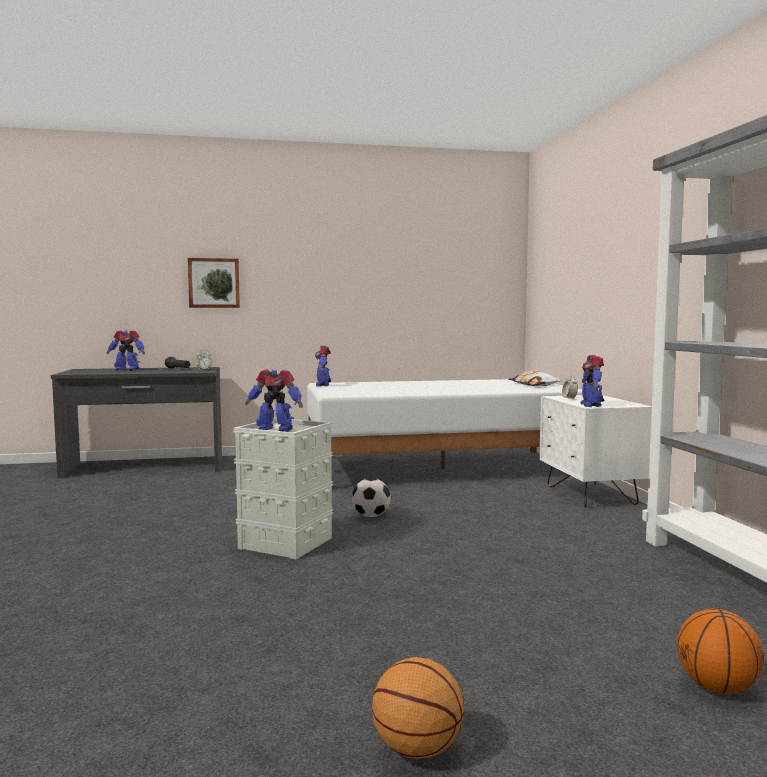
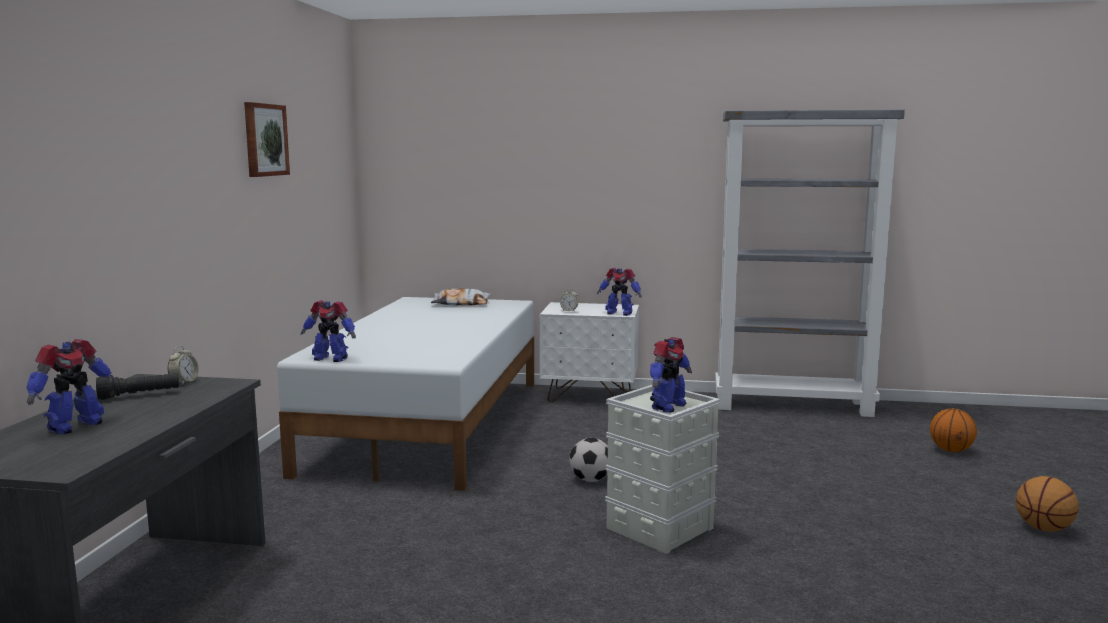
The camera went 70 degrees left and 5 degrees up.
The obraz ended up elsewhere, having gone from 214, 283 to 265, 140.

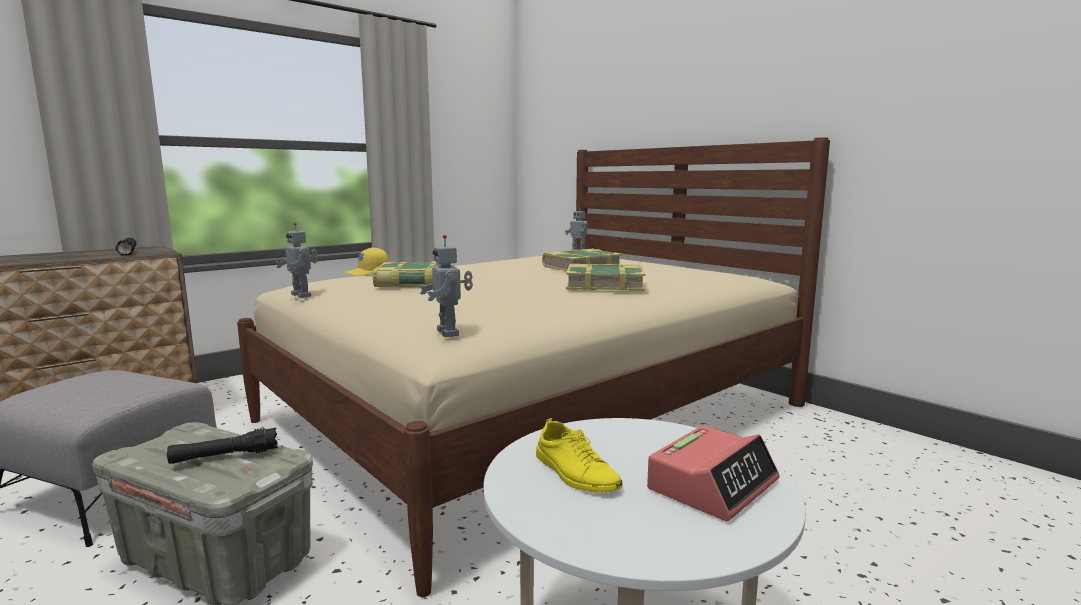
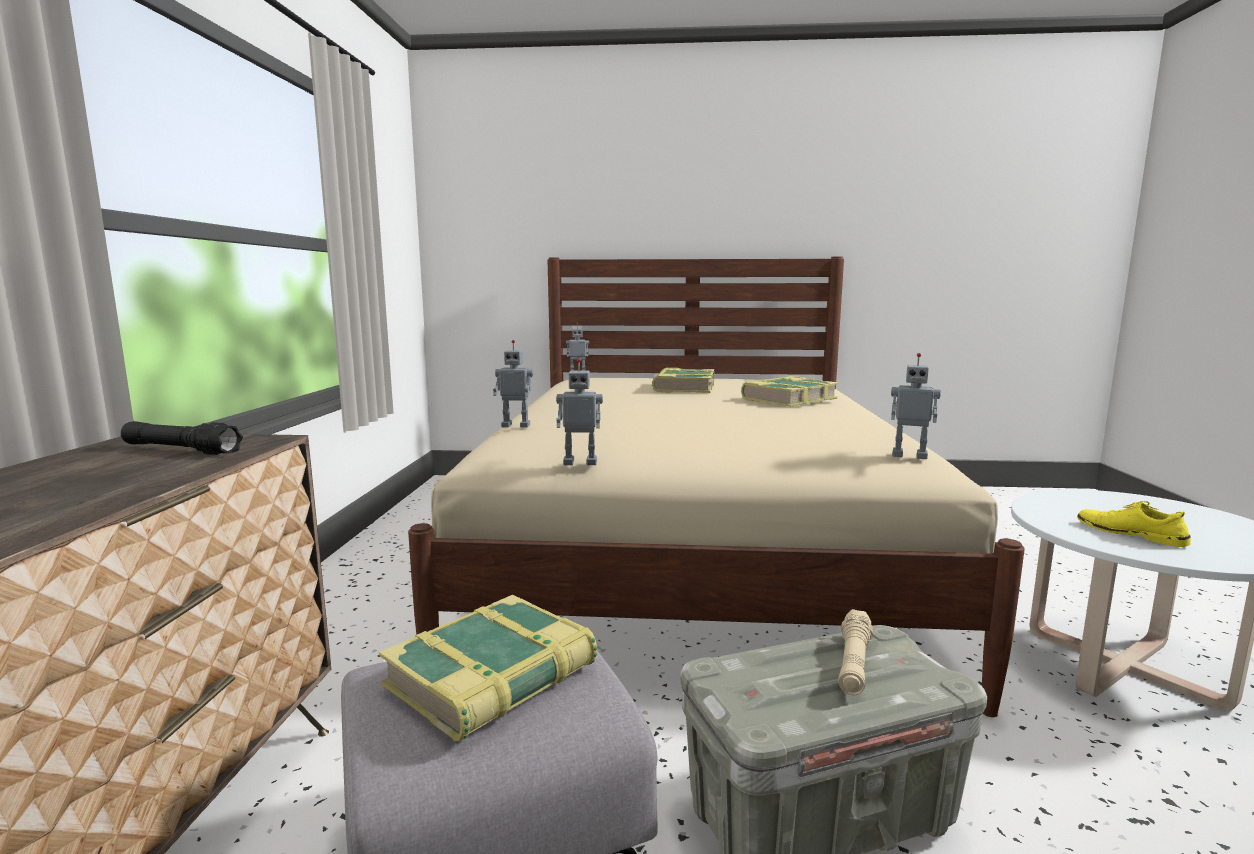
The camera went 45 degrees left and 0 degrees up.
Where the czapka z daszkiem (żółty) stood at 368, 272, the robot zabawkowy came to stand at 516, 425.
The książka ended up elsewhere, having gone from 416, 282 to 493, 677.
The but (żółty) at 575, 473 ended up facing another way, 135 degrees counterclockwise from before.
The second view lost the budzik at 713, 485.
What was the latarka (czarny) at 225, 456 turned into the latarka (beżowy) at 853, 663.

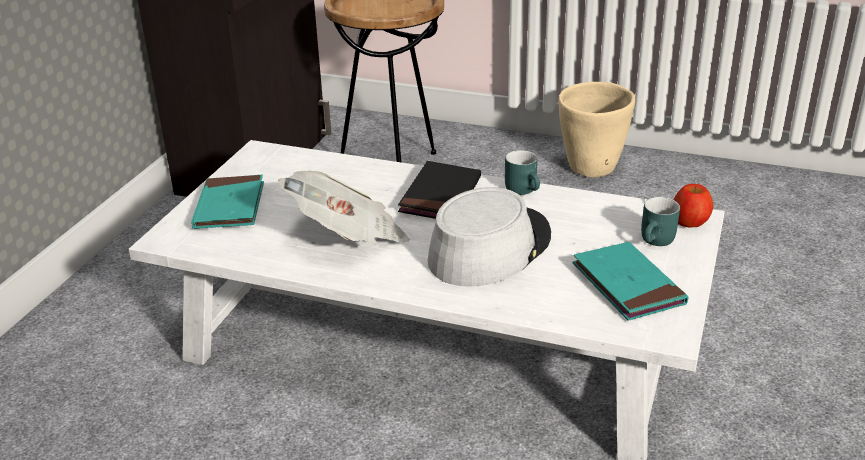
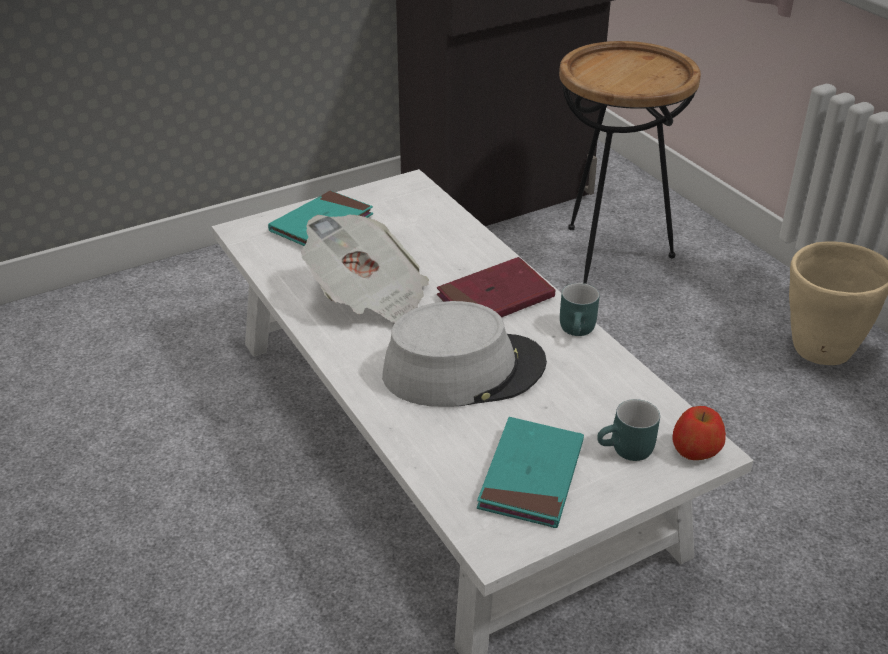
The camera went 40 degrees right and 5 degrees up.
What was the książka (czarny) at 440, 196 turned into the książka (czerwony) at 495, 298.

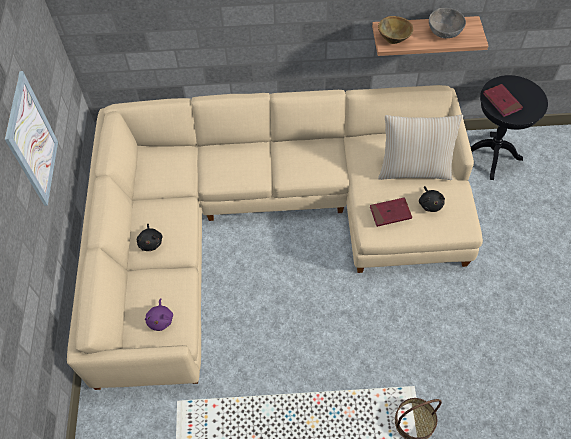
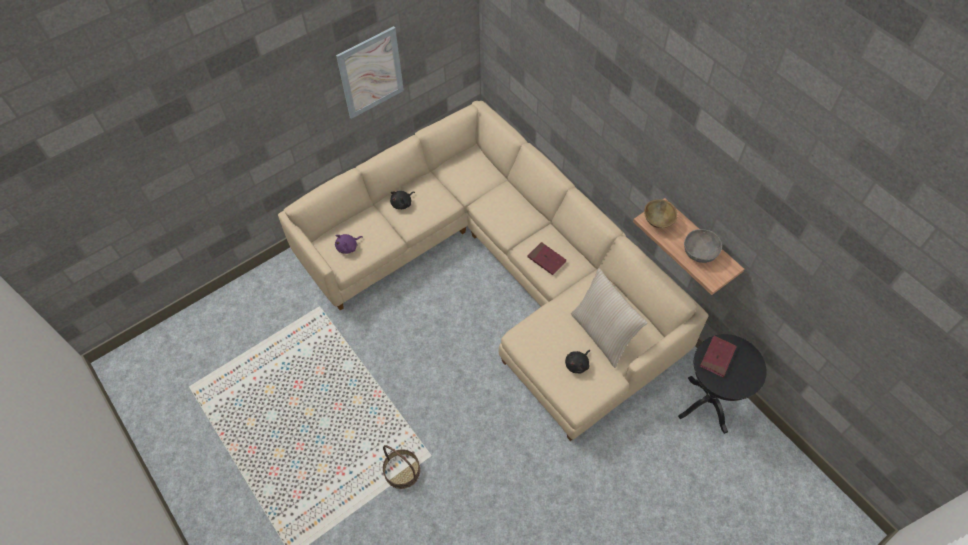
The camera went 55 degrees right and 0 degrees up.
The książka (czerwony) ended up elsewhere, having gone from 390, 213 to 546, 259.

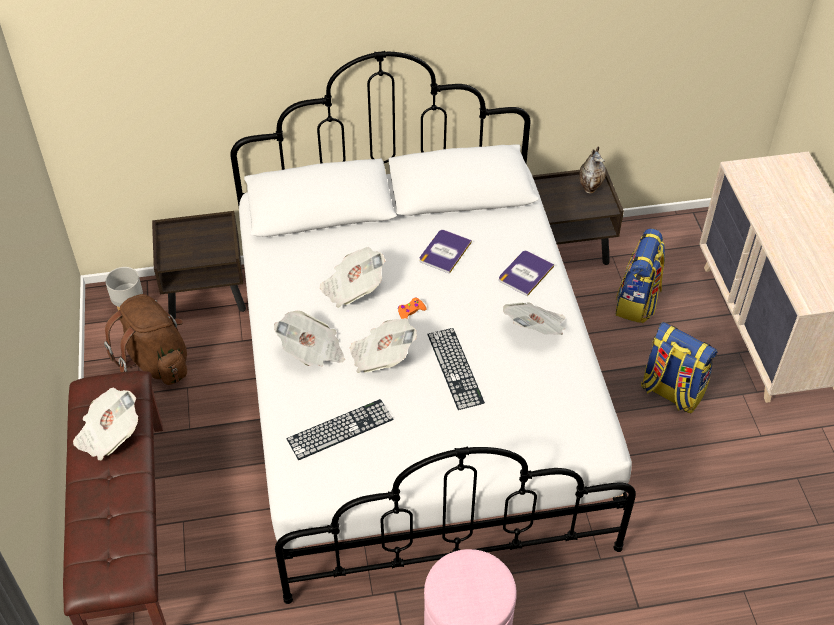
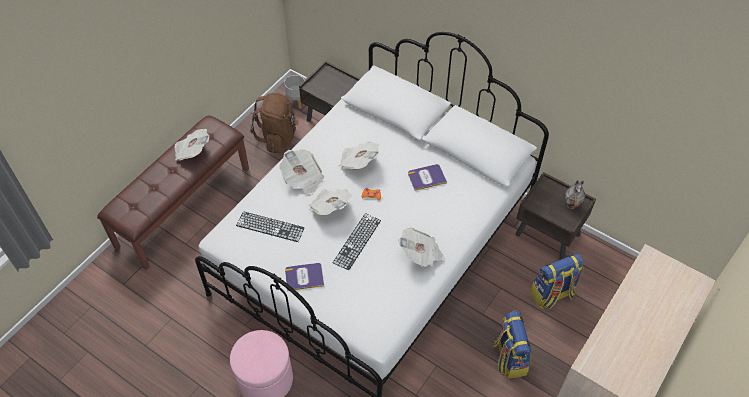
The camera went 45 degrees right and 5 degrees up.
The książka ended up elsewhere, having gone from 525, 273 to 304, 277.

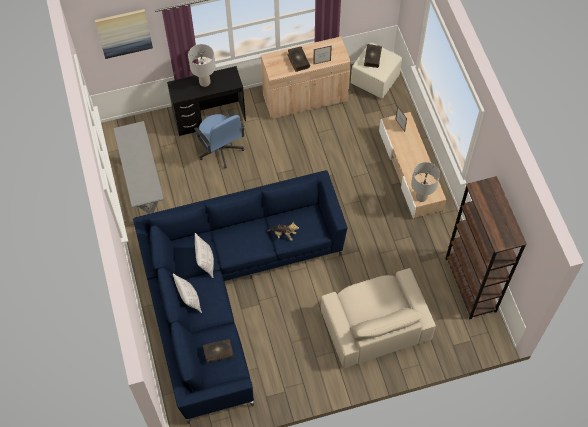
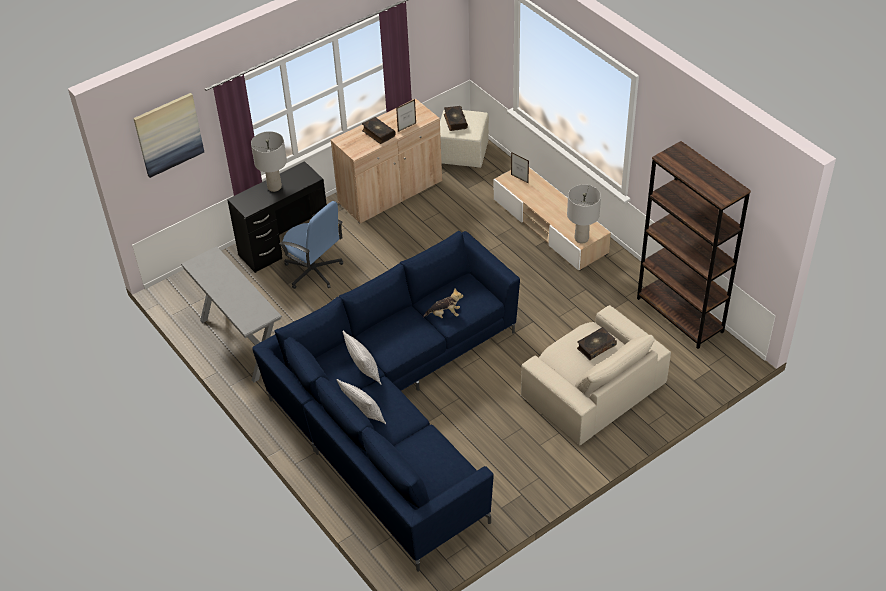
The camera went 20 degrees left and 15 degrees down.
The książka ended up elsewhere, having gone from 218, 352 to 595, 347.

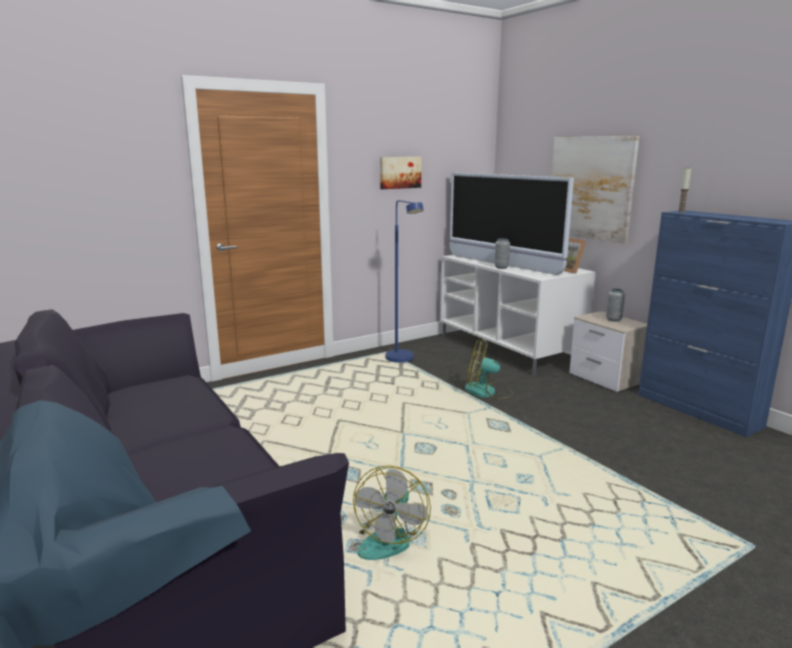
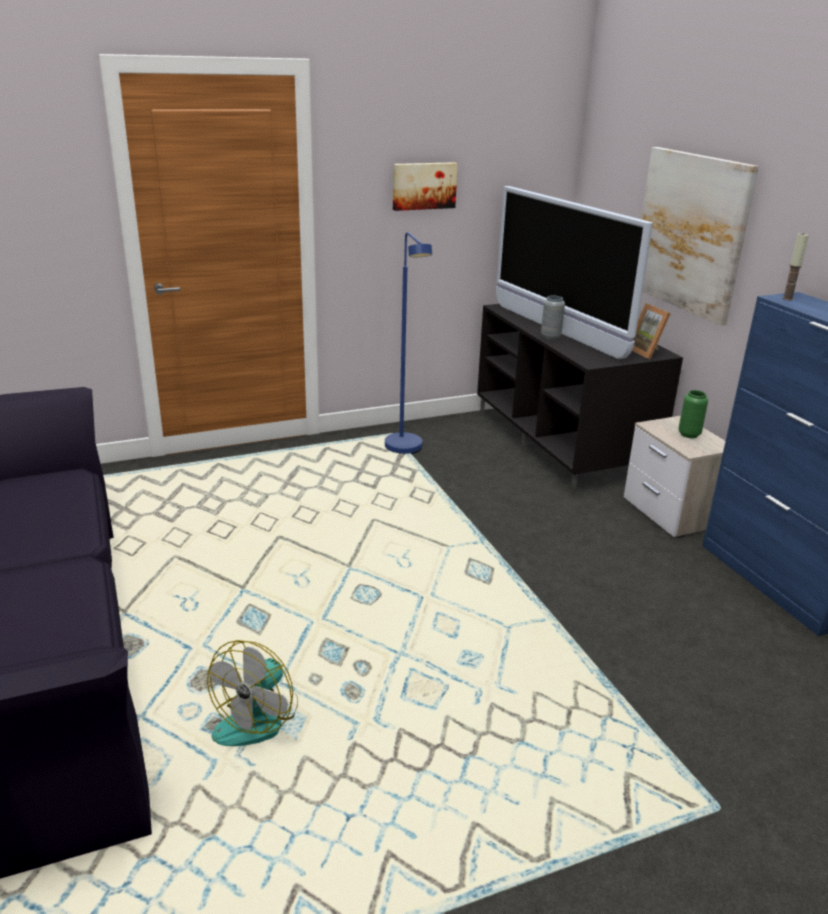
The camera went 10 degrees right and 10 degrees up.
What was the szafka pod telewizor (biały) at 510, 348 turned into the szafka pod telewizor (czarny) at 563, 445.
What was the wazon (szary) at 613, 320 turned into the wazon (zielony) at 689, 434.
The second view lost the wentylator at 487, 392.

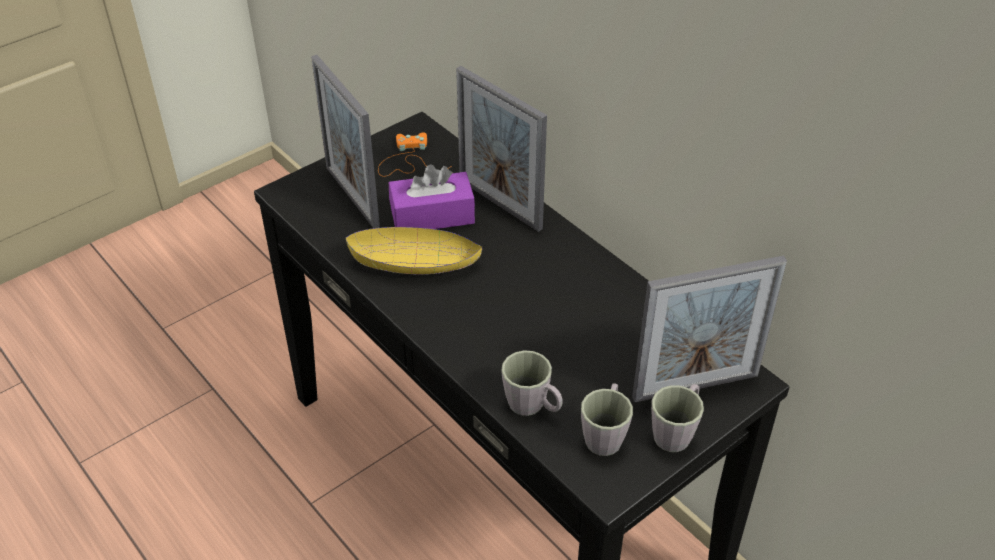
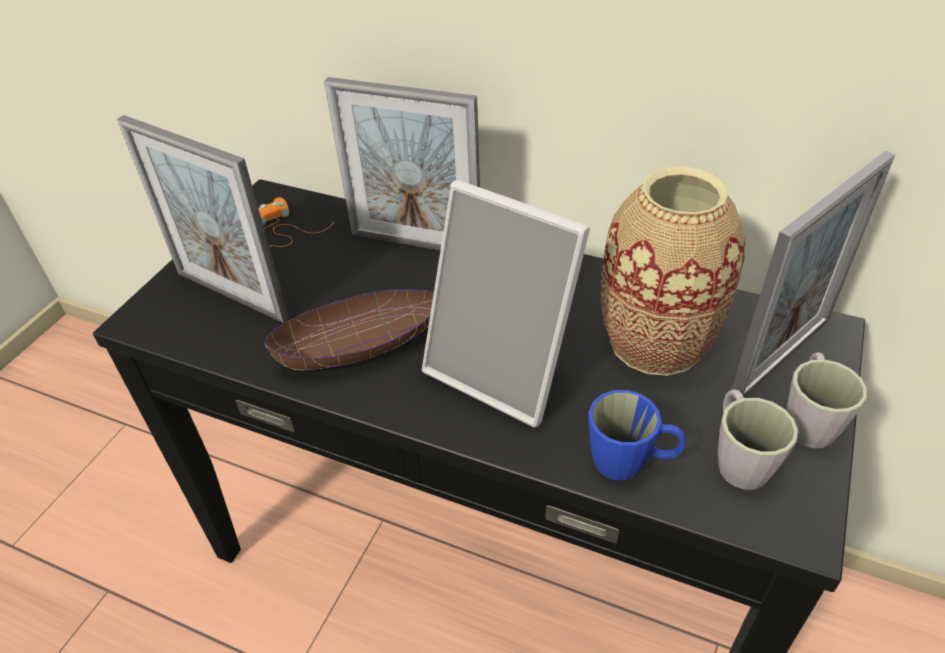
The camera went 25 degrees left and 0 degrees up.
The second view lost the pudełko chusteczek (fioletowy) at 432, 216.
What was the miska (żółty) at 415, 263 turned into the miska (brązowy) at 361, 344.
What was the kubek (szary) at 533, 406 turned into the kubek (niebieski) at 630, 462.
The second view gained the wazon at 655, 341.
The second view gained the ramka na zdjęcie at 505, 369.

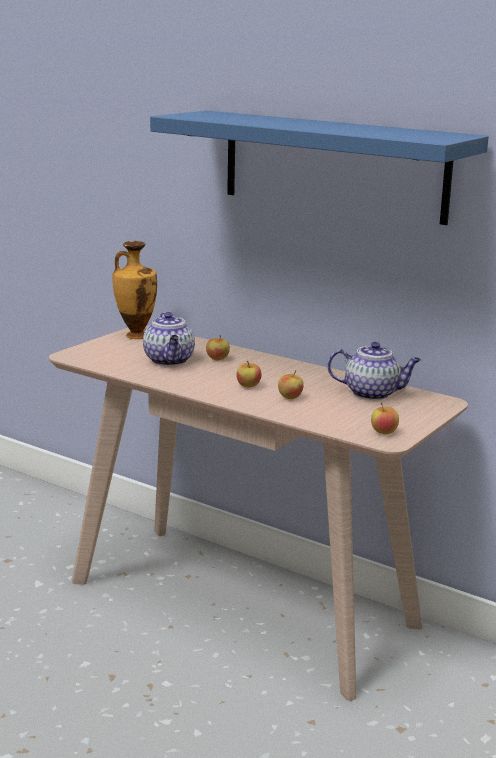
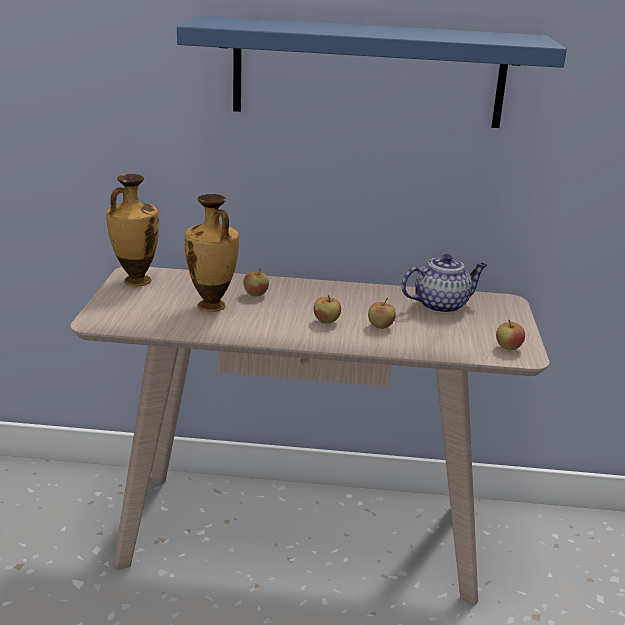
The camera went 30 degrees left and 5 degrees up.
Where the imbryk stood at 169, 361, the wazon came to stand at 212, 307.

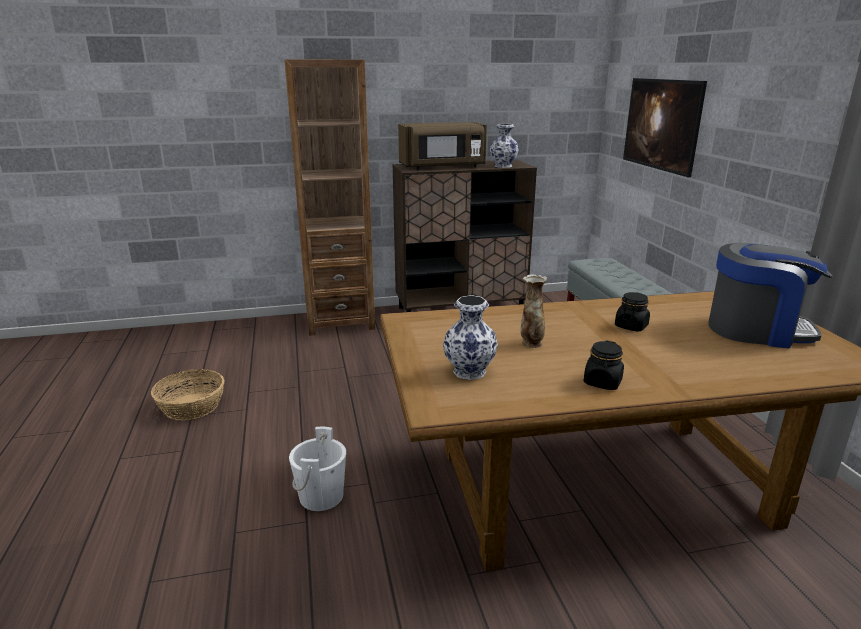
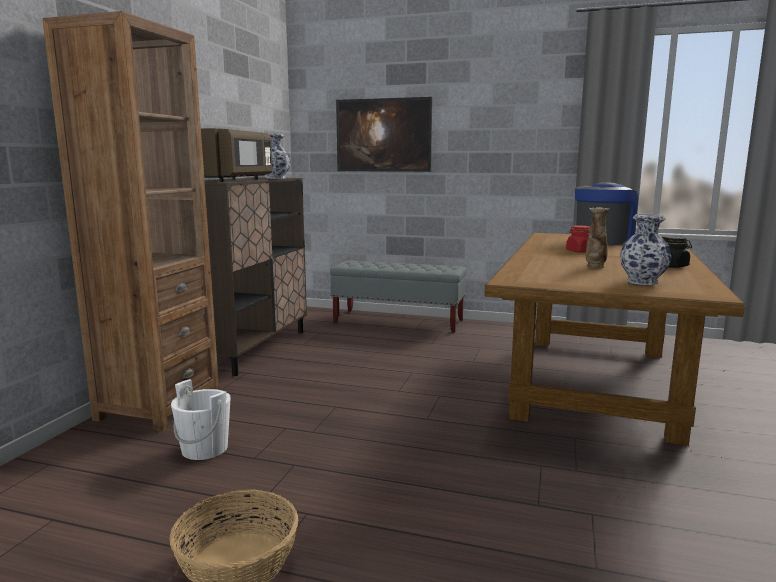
The camera went 60 degrees left and 10 degrees down.
What was the słoik (czarny) at 631, 326 turned into the słoik (czerwony) at 579, 251.
The wiadro (biały) ended up elsewhere, having gone from 321, 496 to 204, 449.

